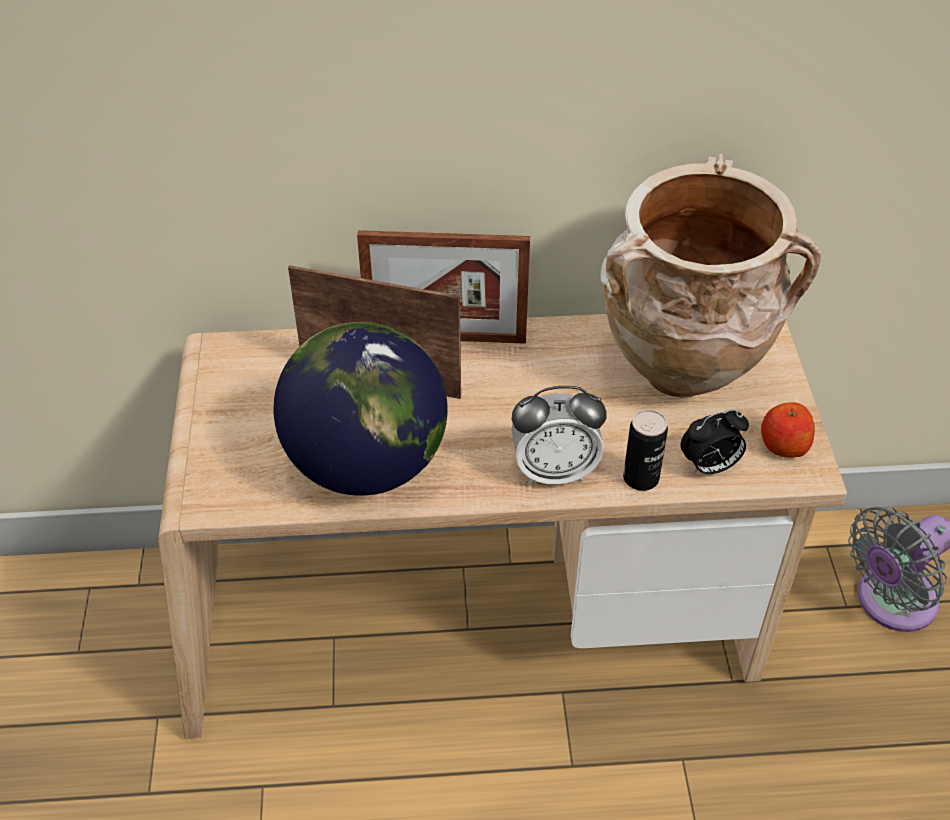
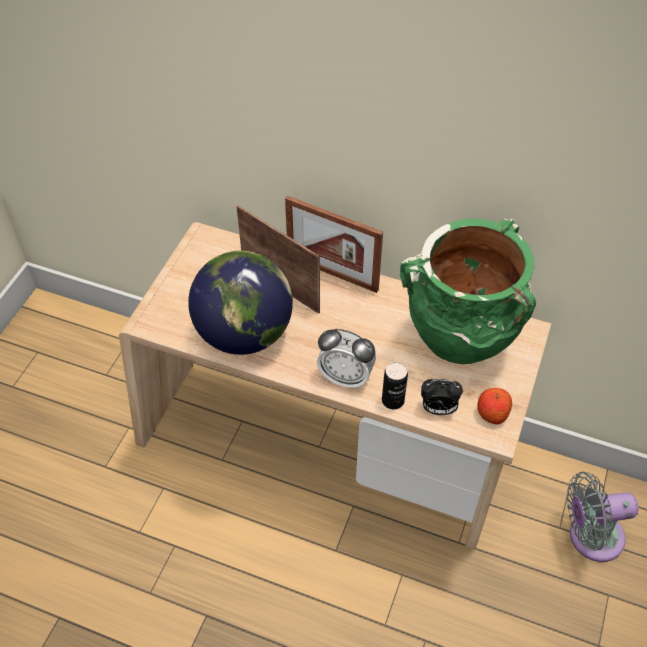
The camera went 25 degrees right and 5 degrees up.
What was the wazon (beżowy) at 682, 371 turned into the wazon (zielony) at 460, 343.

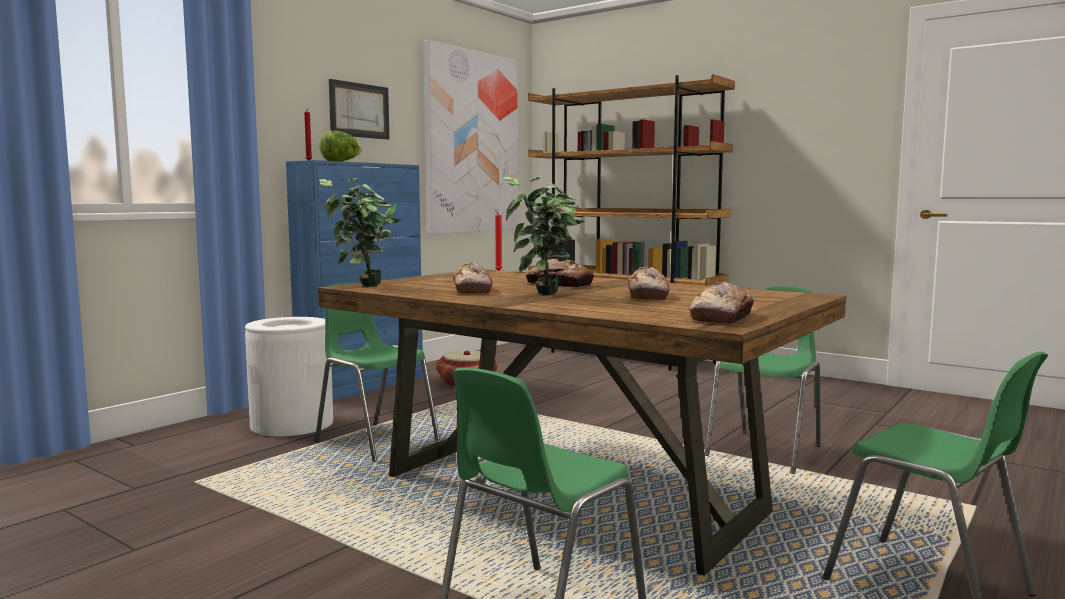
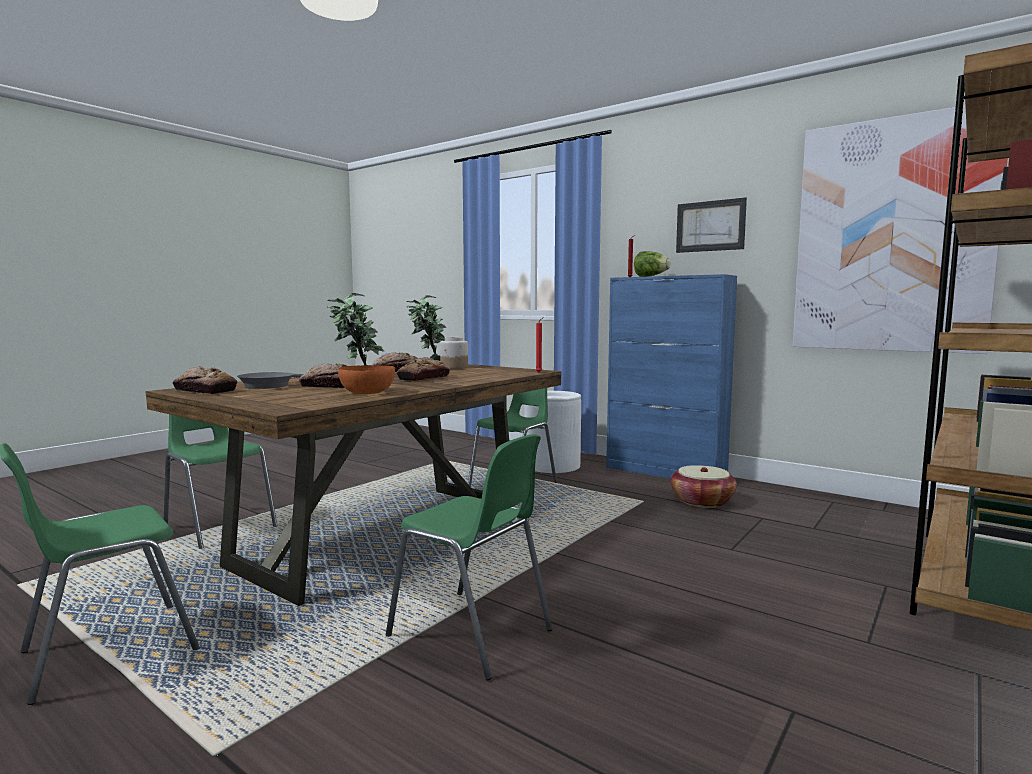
The camera went 90 degrees right and 0 degrees up.
The second view gained the słoik at 454, 367.
The second view gained the miska (pomarańczowy) at 367, 392.
The second view gained the patelnia (szary) at 270, 385.

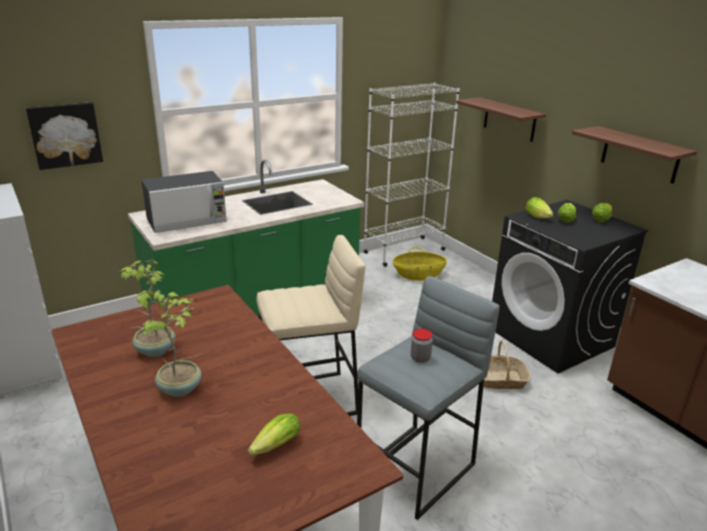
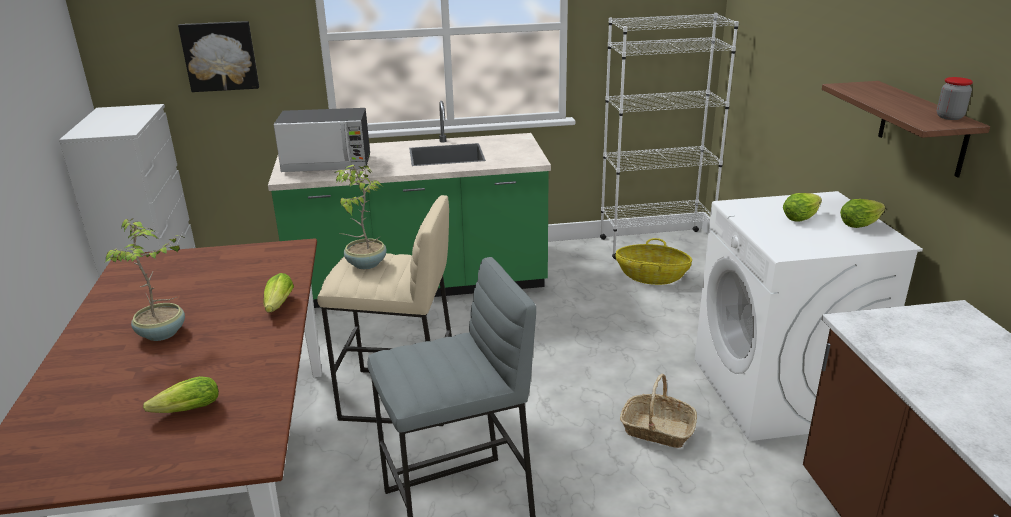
The camera went 25 degrees right and 0 degrees up.
The second view lost the półka at 509, 119.
The sałata ended up elsewhere, having gone from 538, 217 to 277, 307.
What was the pralka (czarny) at 551, 337 turned into the pralka (biały) at 780, 391.
The roślina doniczkowa ended up elsewhere, having gone from 154, 350 to 365, 264.
The słoik ended up elsewhere, having gone from 420, 358 to 949, 117.

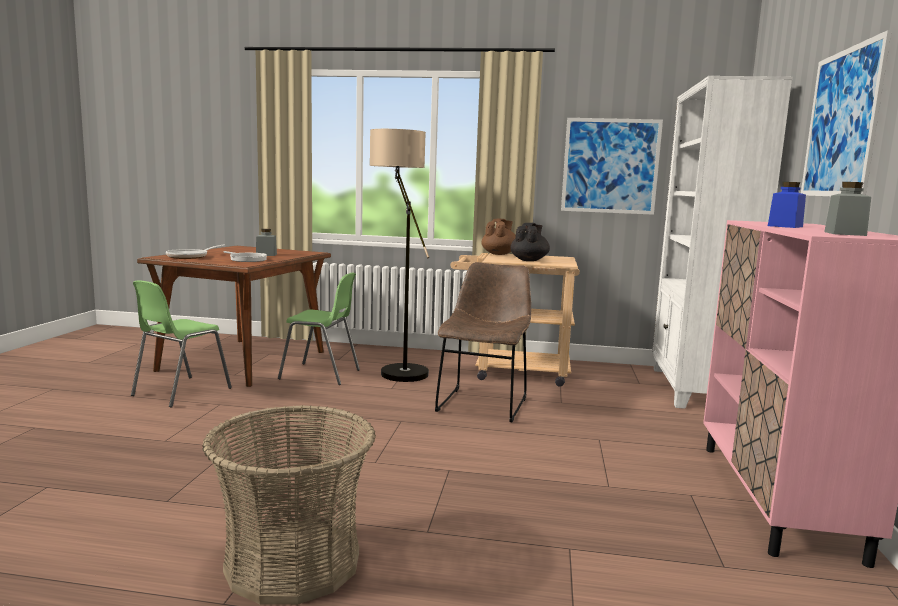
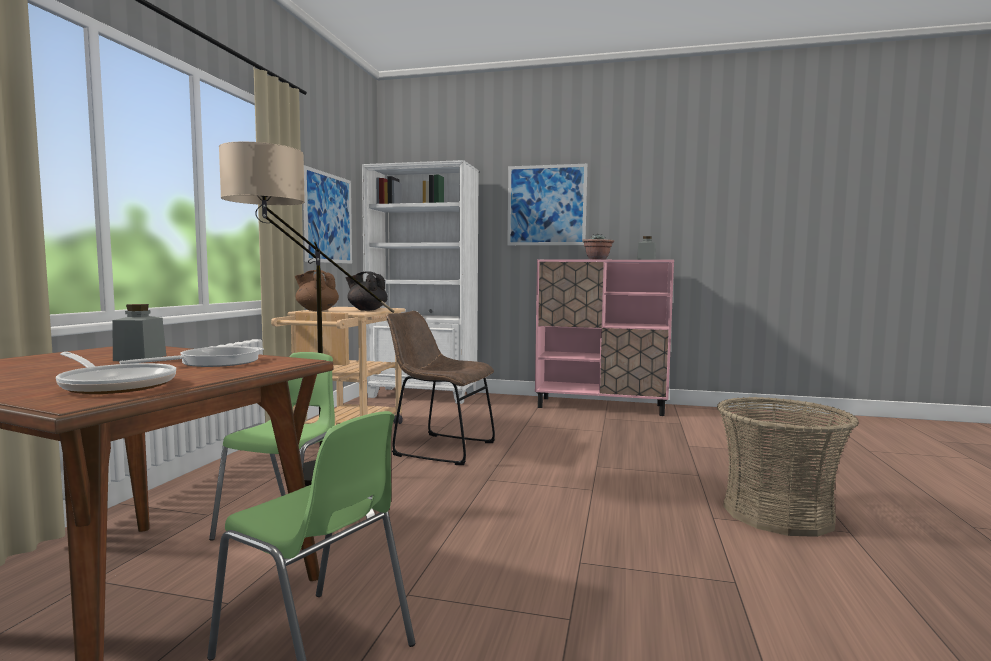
The camera went 85 degrees left and 5 degrees down.
Where the słoik (niebieski) stood at 785, 226, the roślina doniczkowa came to stand at 597, 259.

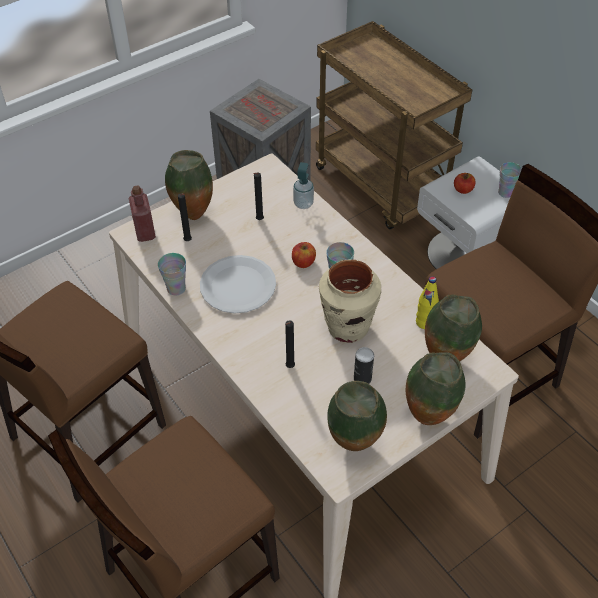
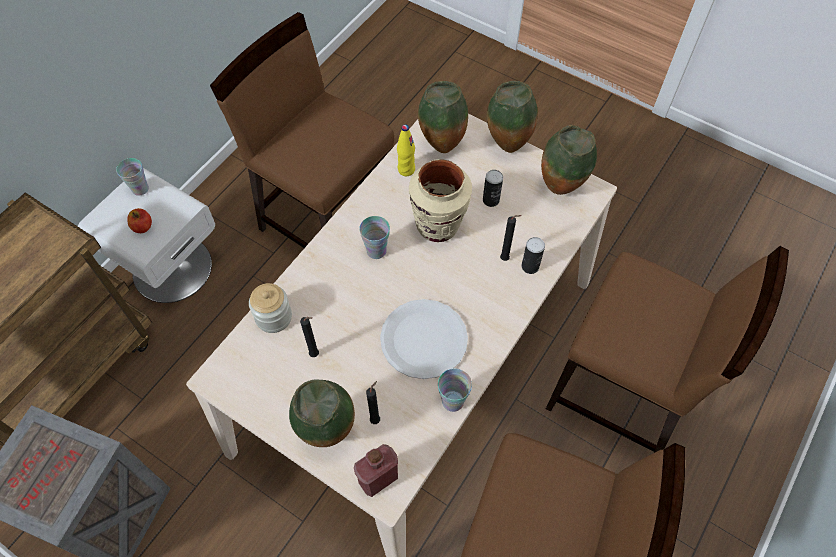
The camera went 110 degrees left and 10 degrees up.
Where the dozownik mydła stood at 303, 204, the słoik came to stand at 273, 317.
The second view lost the jabłko at 303, 262.
The second view gained the puszka at 530, 266.

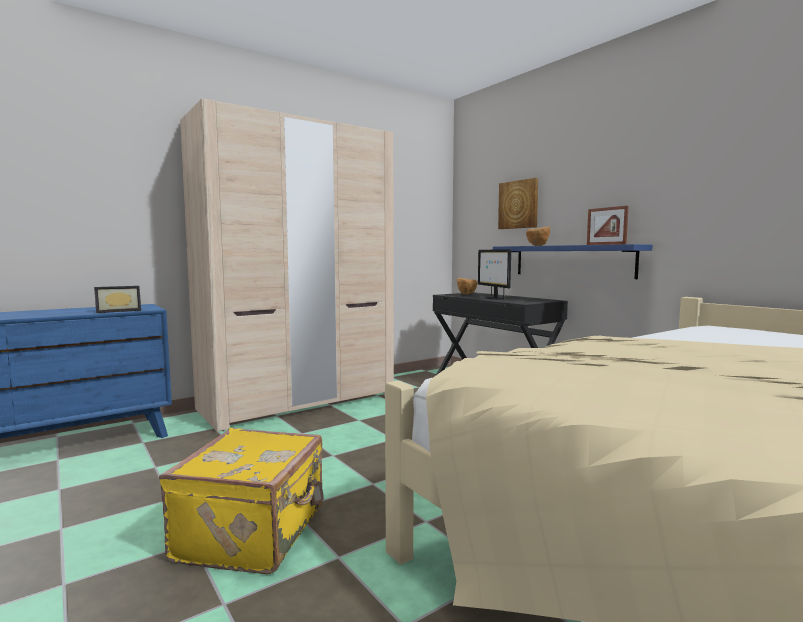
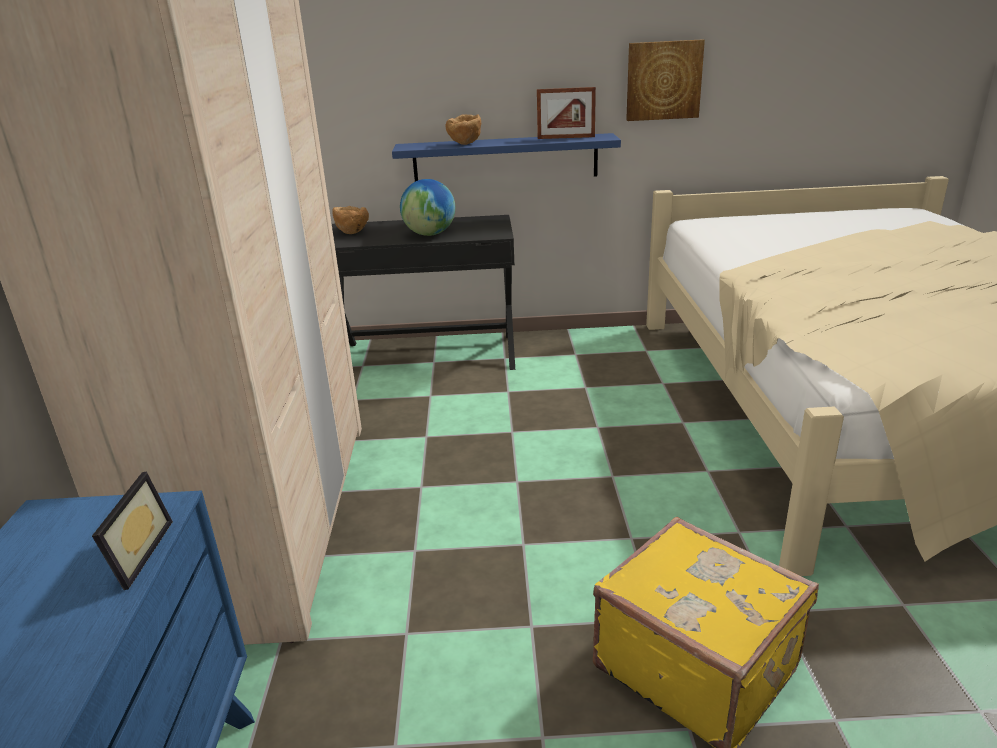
The camera went 55 degrees left and 20 degrees up.
The obraz ended up elsewhere, having gone from 518, 204 to 663, 80.
Where the monitor stood at 494, 298, the globus came to stand at 430, 234.

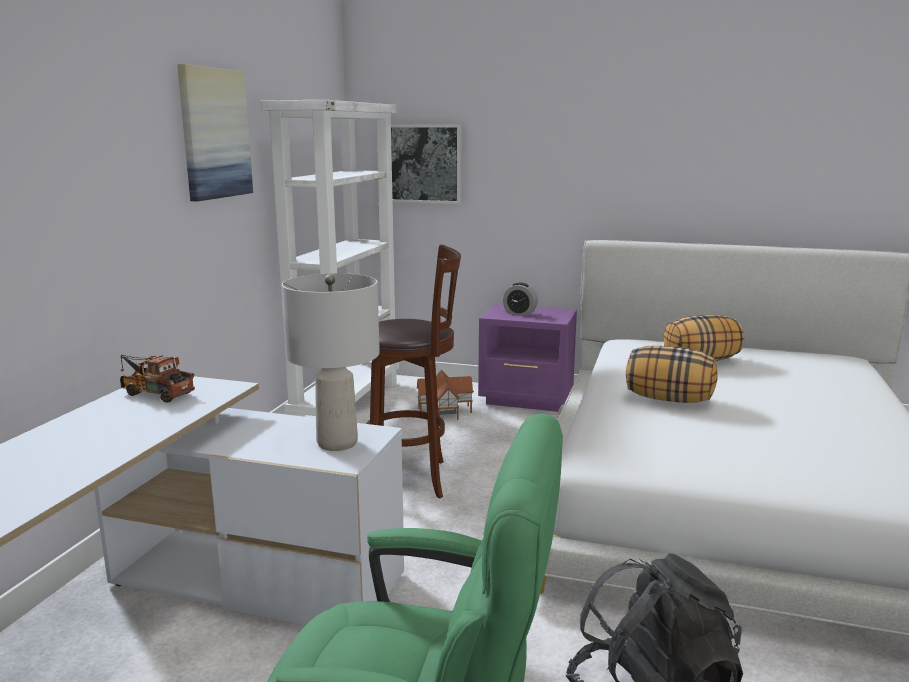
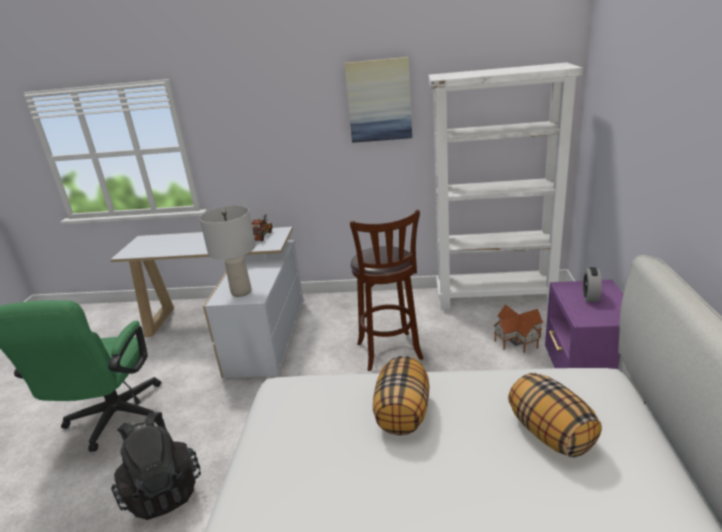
The camera went 80 degrees right and 10 degrees up.
The second view lost the obraz at 425, 163.

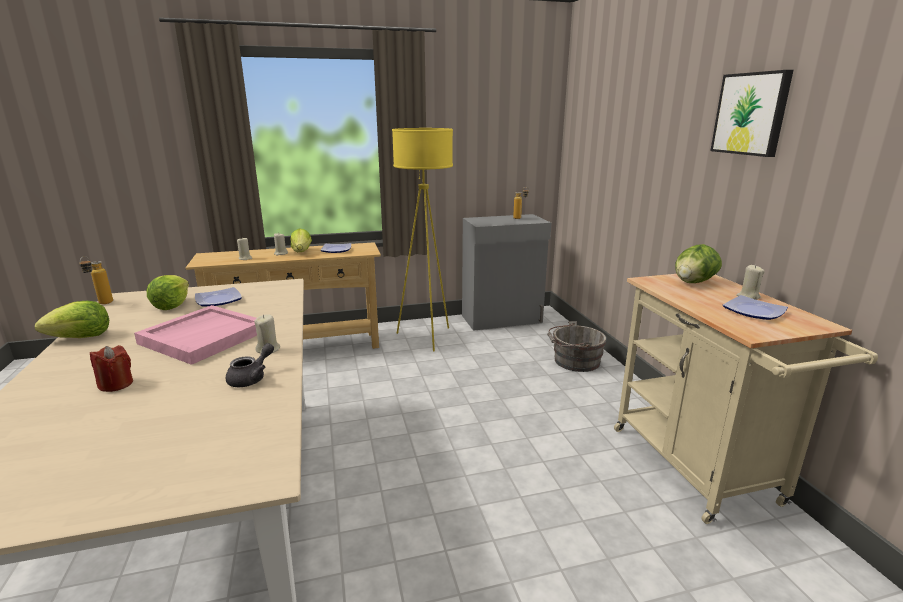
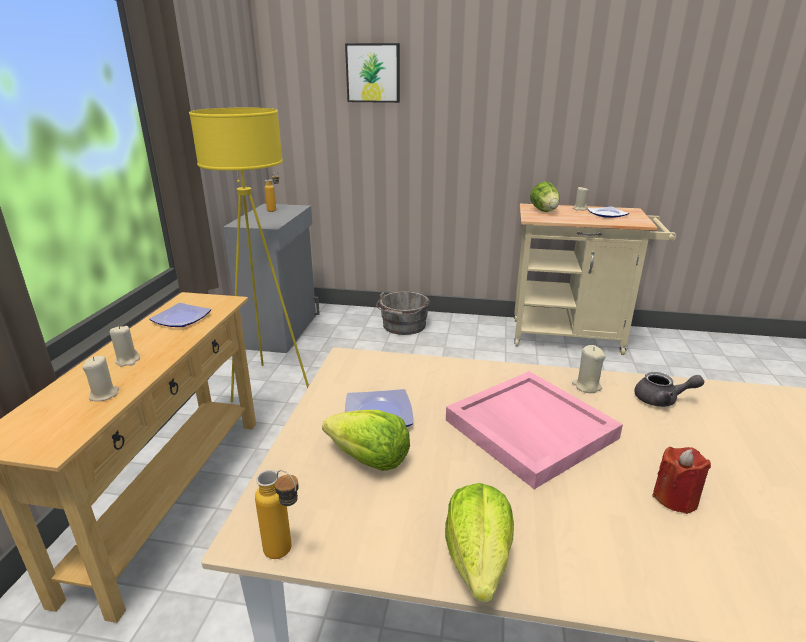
The camera went 65 degrees left and 5 degrees up.
The obraz ended up elsewhere, having gone from 751, 114 to 373, 73.
The second view lost the sałata at 301, 252.
The imbryk (szary) at 252, 378 ended up facing another way, 135 degrees clockwise from before.

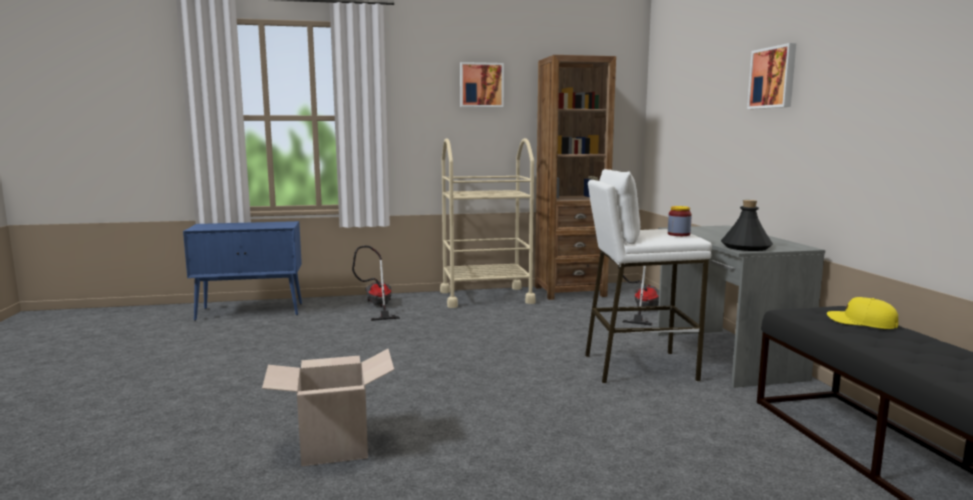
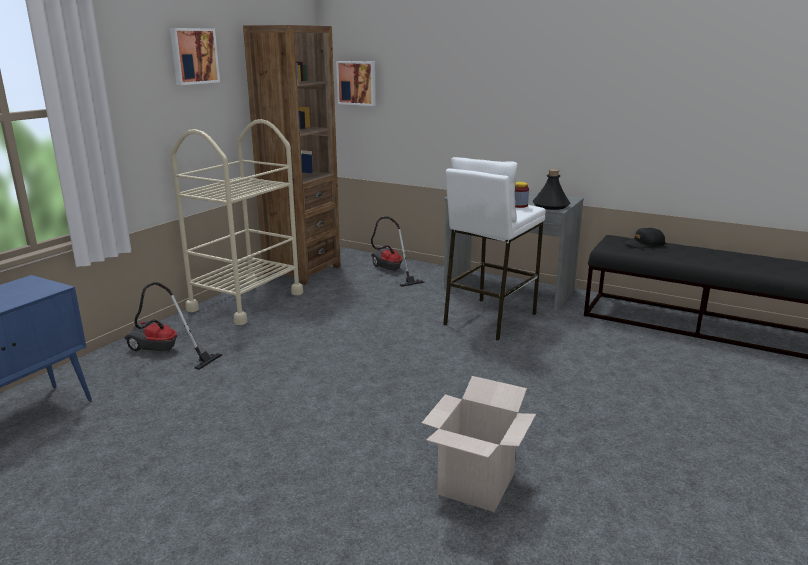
The camera went 50 degrees left and 10 degrees up.
The obraz ended up elsewhere, having gone from 773, 77 to 357, 83.
What was the czapka z daszkiem (żółty) at 861, 322 turned into the czapka z daszkiem (czarny) at 644, 244.

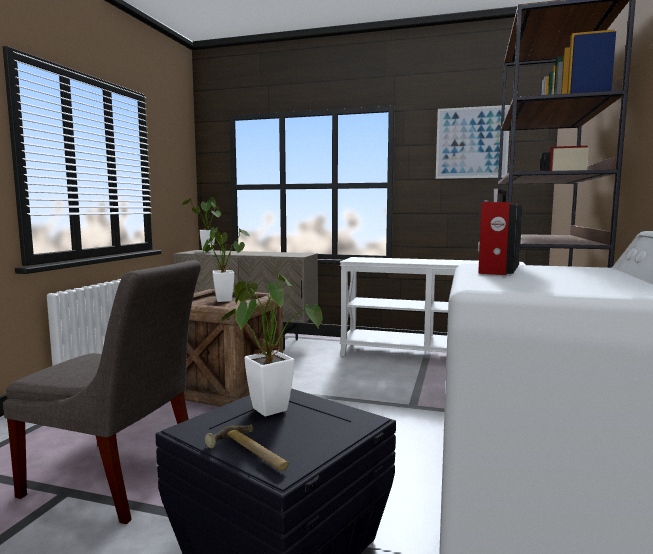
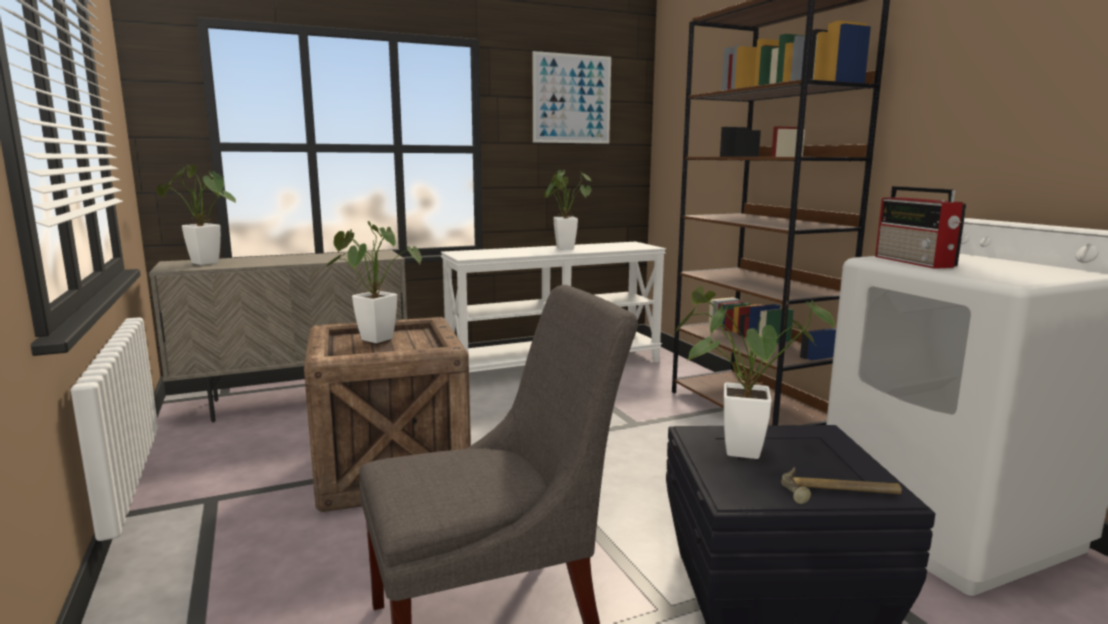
The camera went 40 degrees left and 5 degrees up.
The second view gained the roślina doniczkowa at 564, 248.

